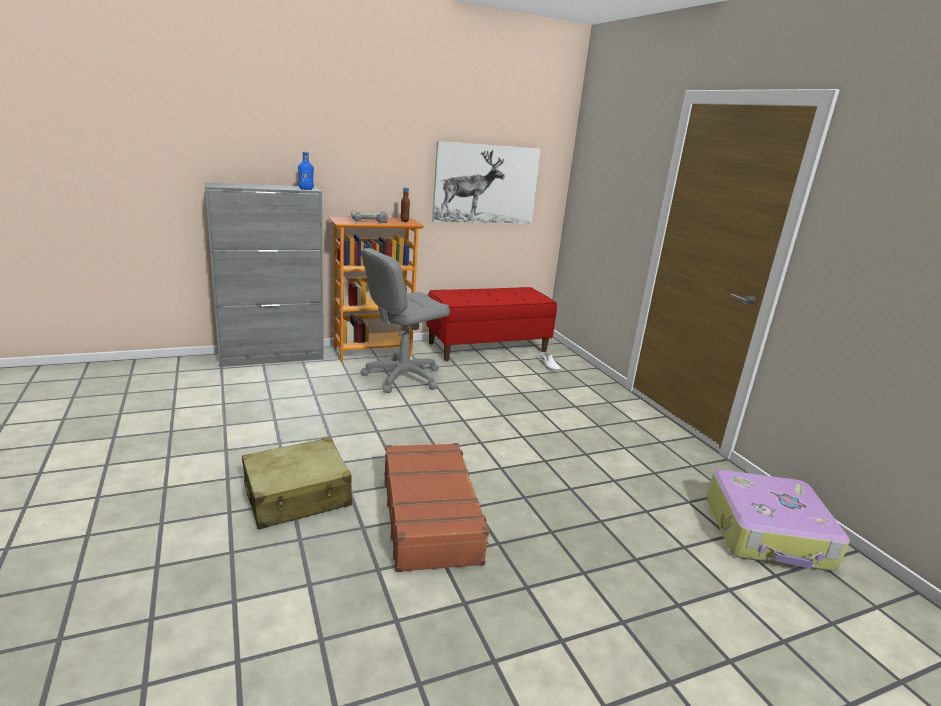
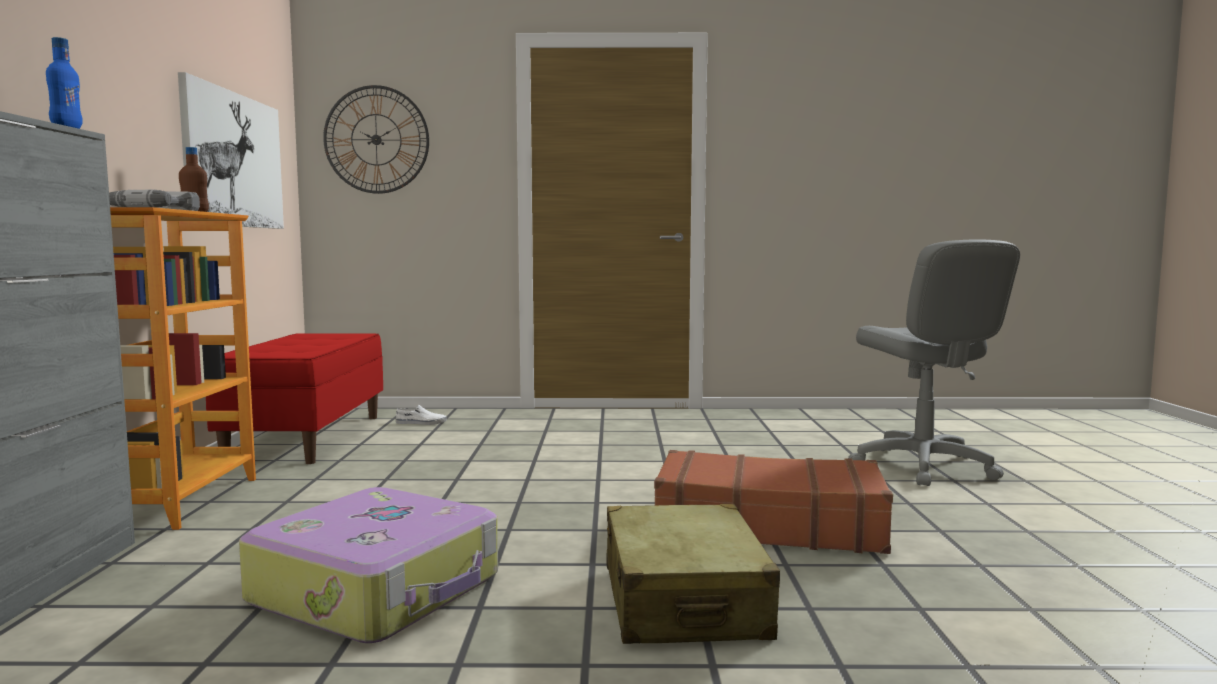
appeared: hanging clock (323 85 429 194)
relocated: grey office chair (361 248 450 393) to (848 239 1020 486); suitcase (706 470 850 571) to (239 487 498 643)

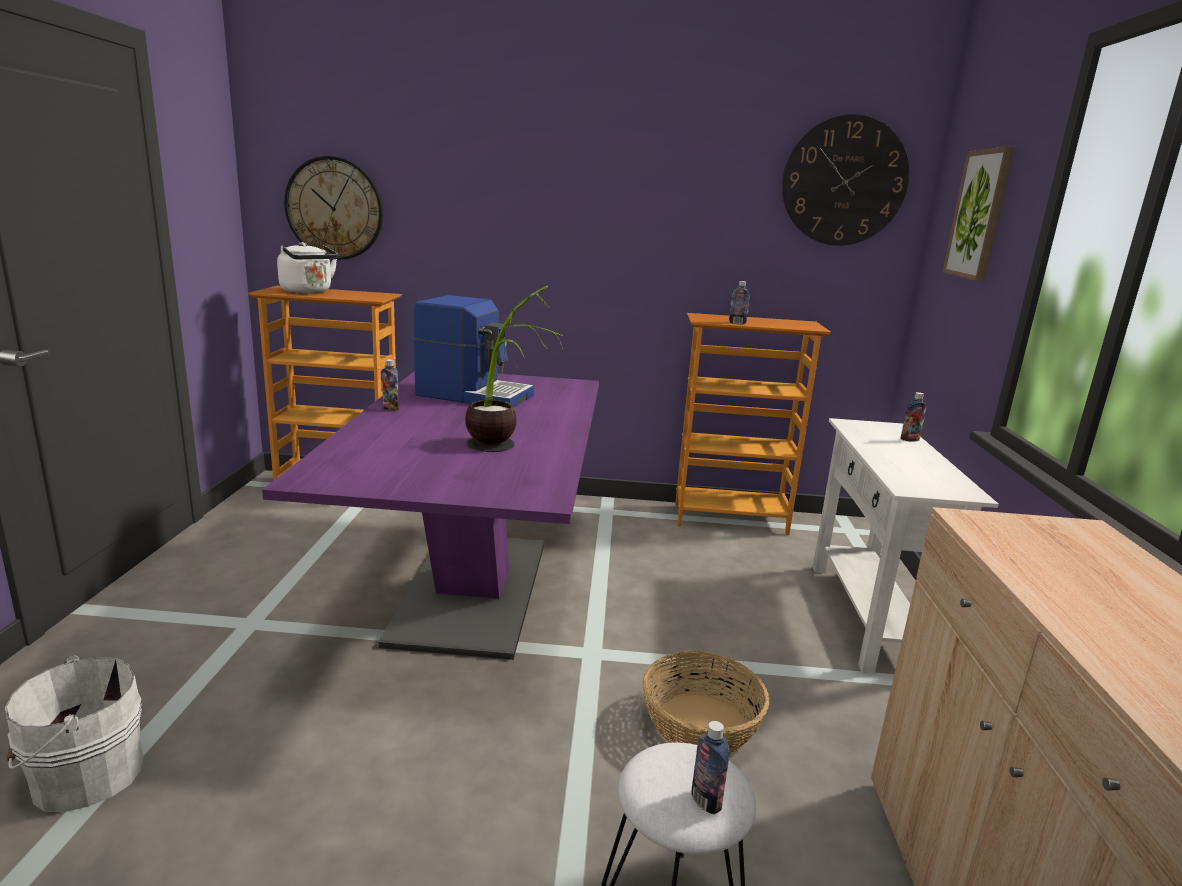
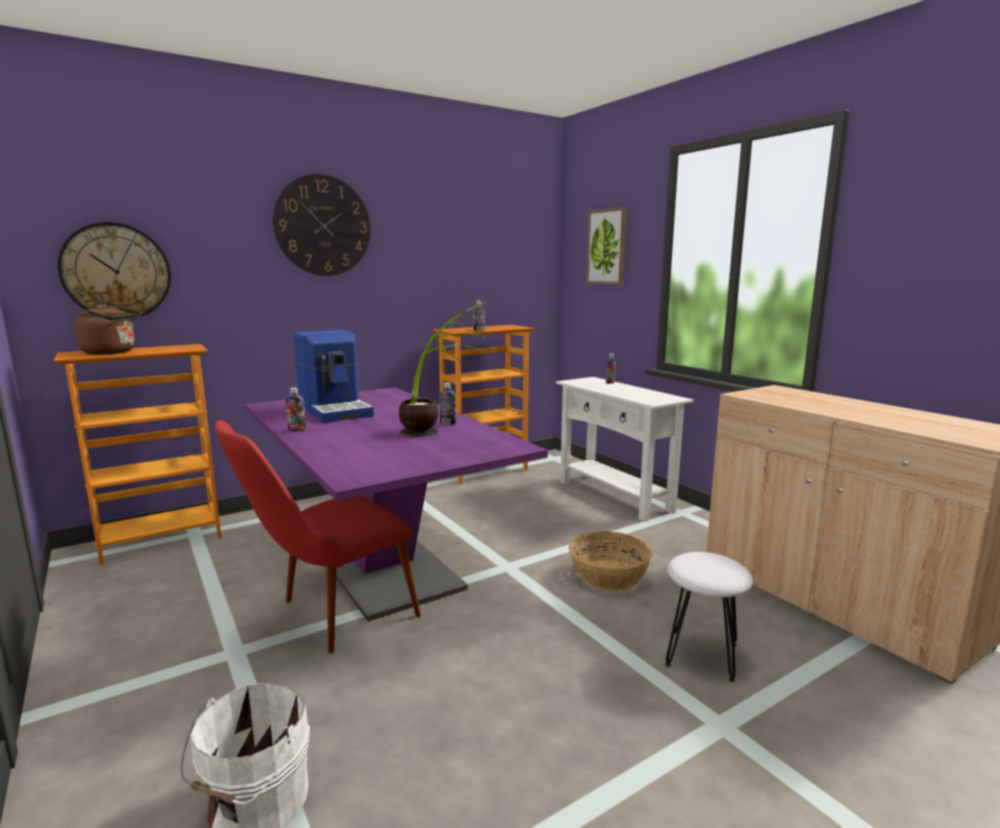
appeared: reddish upright chair (215 420 421 653)
relocated: bottle (691 721 729 814) to (439 383 456 425); hanging clock (782 114 909 246) to (273 174 371 276)
colour: white kettle (277 242 338 294) to brown-coloured kettle (75 305 142 355)
spun: coffee brewer (413 295 534 407) = (294 330 374 423) 75 degrees clockwise

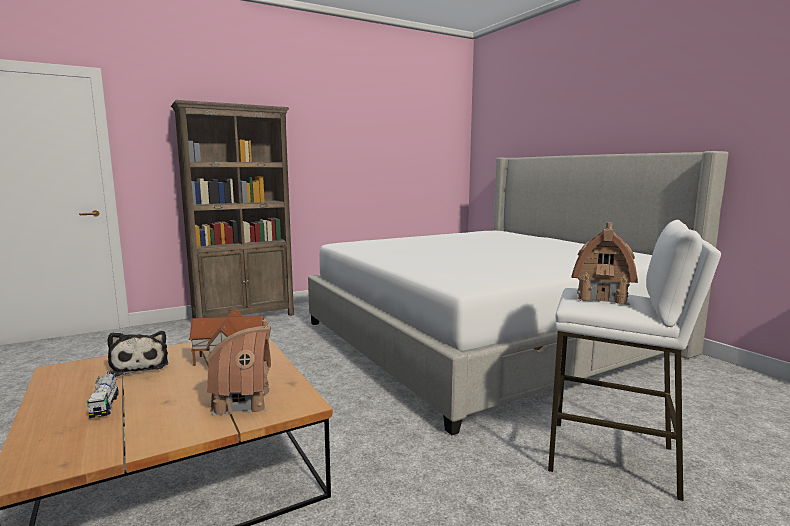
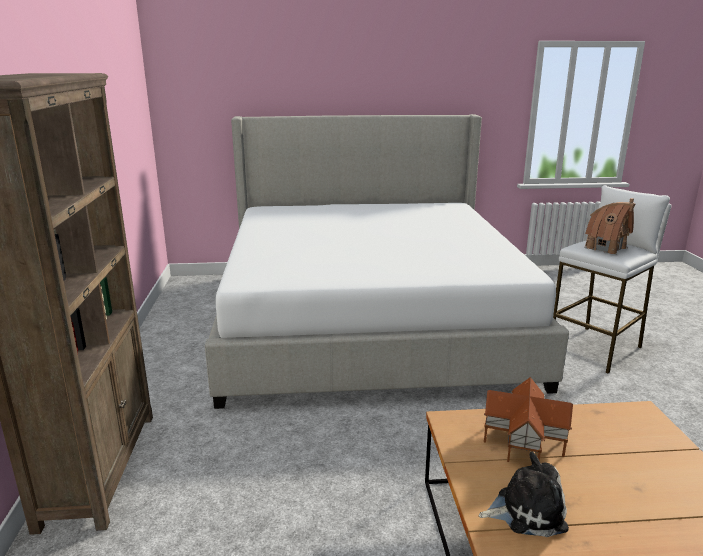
missing: toy lorry (87 372 119 418); model house (205 319 271 416)

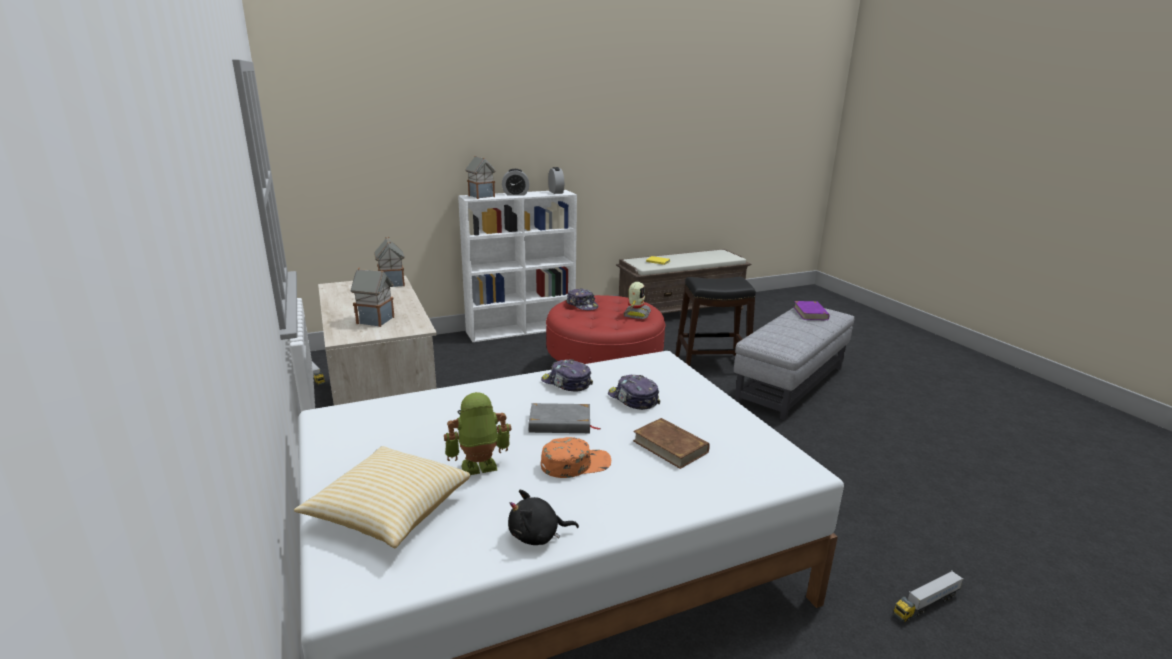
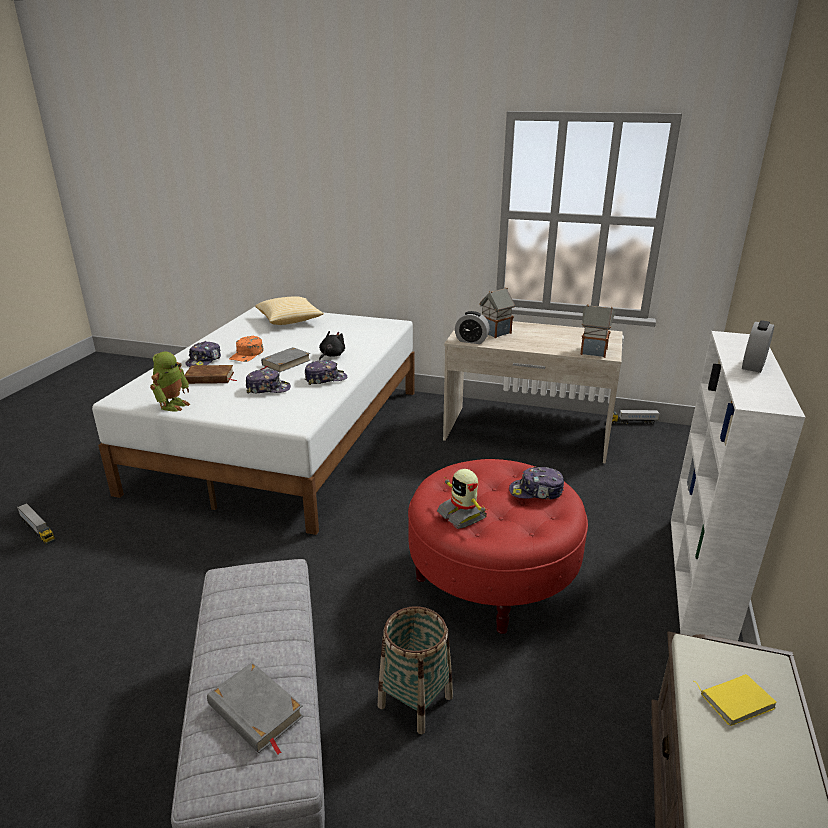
missing: model house (465 156 496 199)
appeared: baseball cap (185 341 221 367)
relocated: robot figure (444 392 511 475) to (150 352 190 411); black cuddly toy (508 490 579 545) to (319 331 345 360); table clock (548 167 564 194) to (455 311 490 344)
exchanged: black stool (675 277 756 366) to household basket (378 606 453 734)
colour: purple volume (794 301 829 320) to grey volume (207 662 304 755)
spun: toy lorry (893 570 963 622) = (17 503 55 545) 120 degrees clockwise

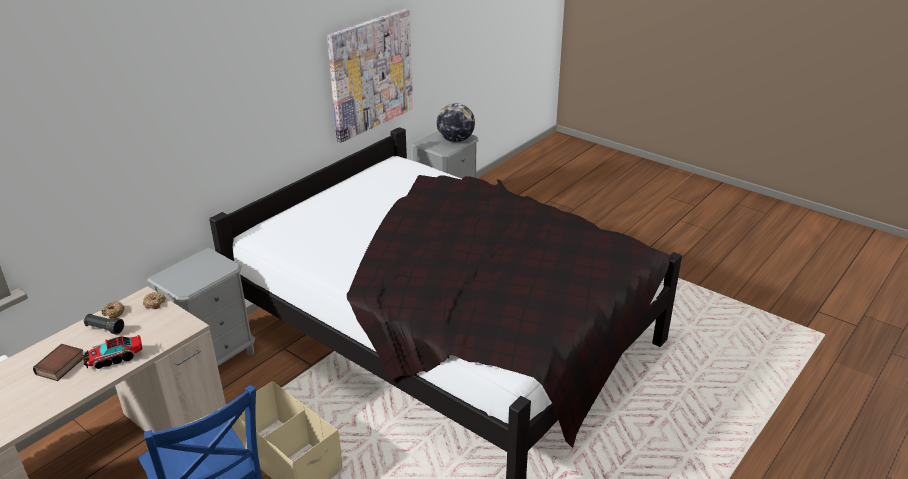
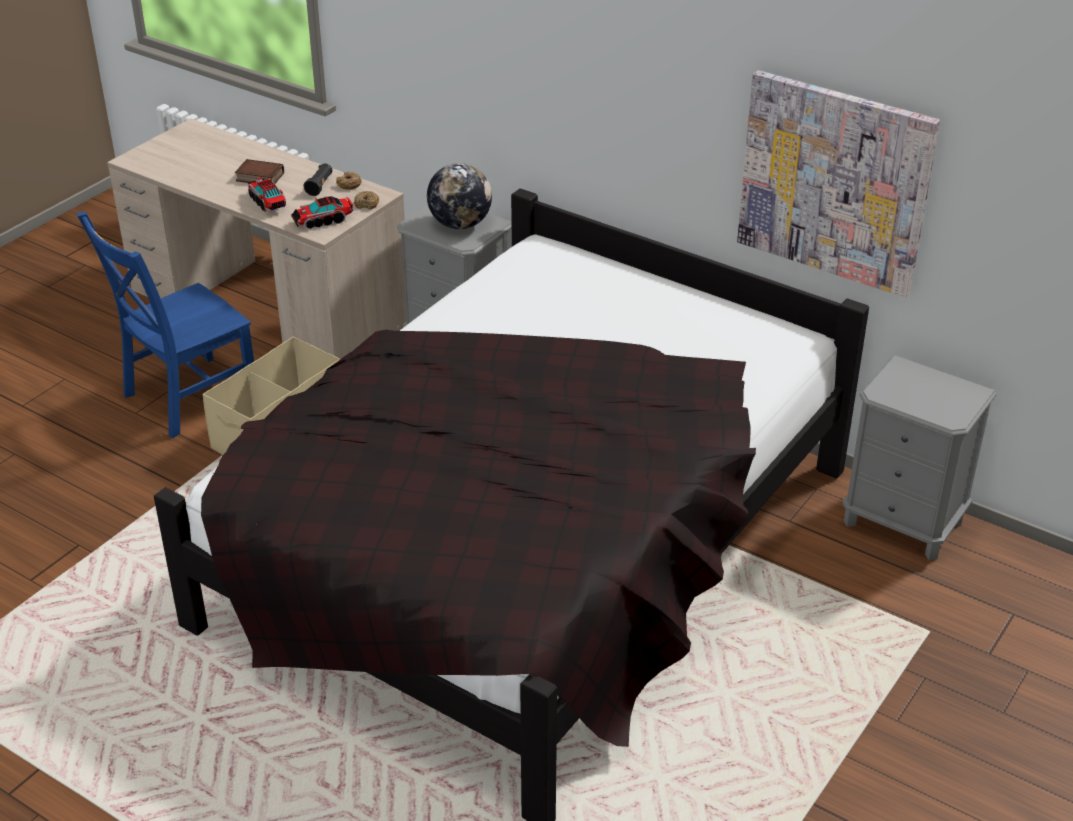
appeared: toy lorry (291 196 354 229)
relocated: desk globe (437 103 475 142) to (427 163 492 229)

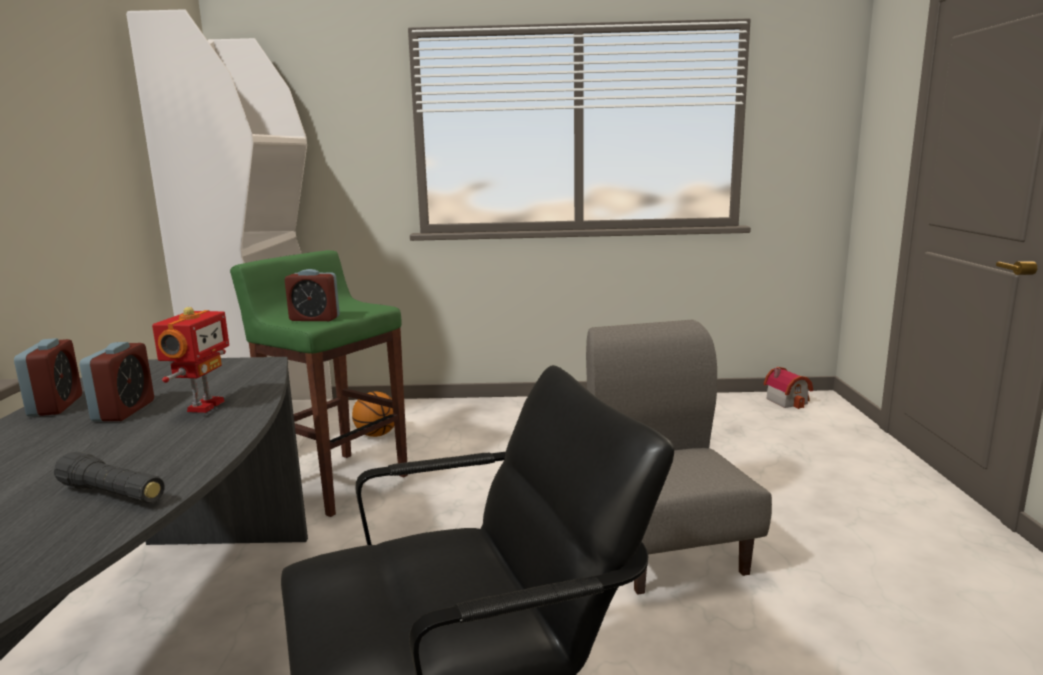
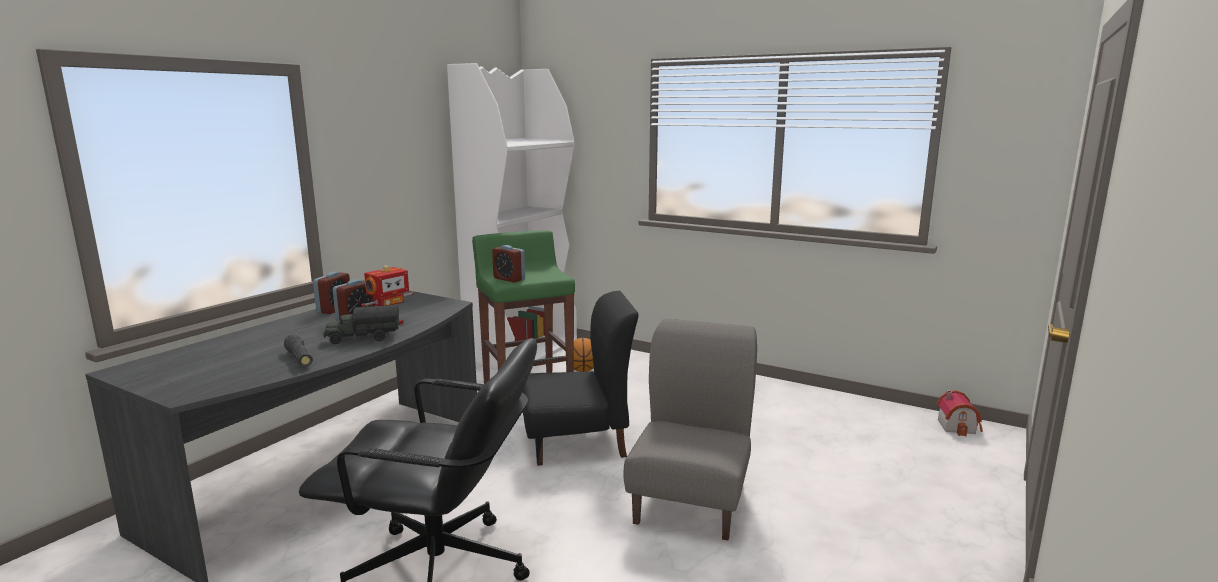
appeared: toy lorry (323 304 399 344); black upright chair (522 291 639 466)

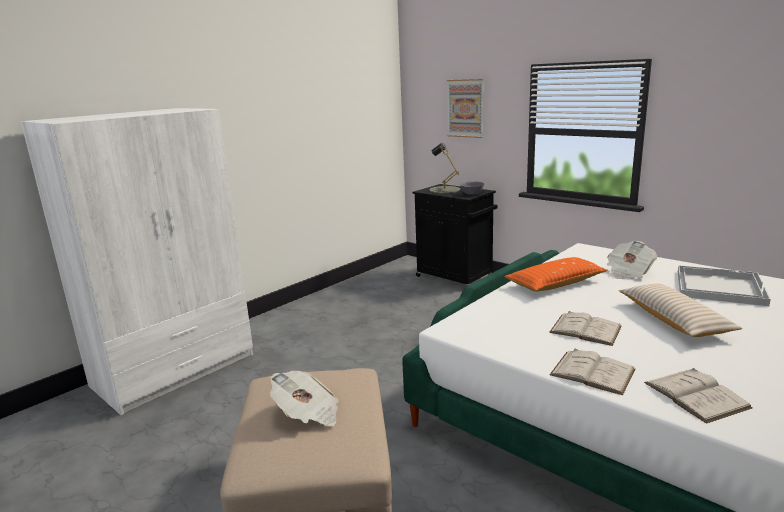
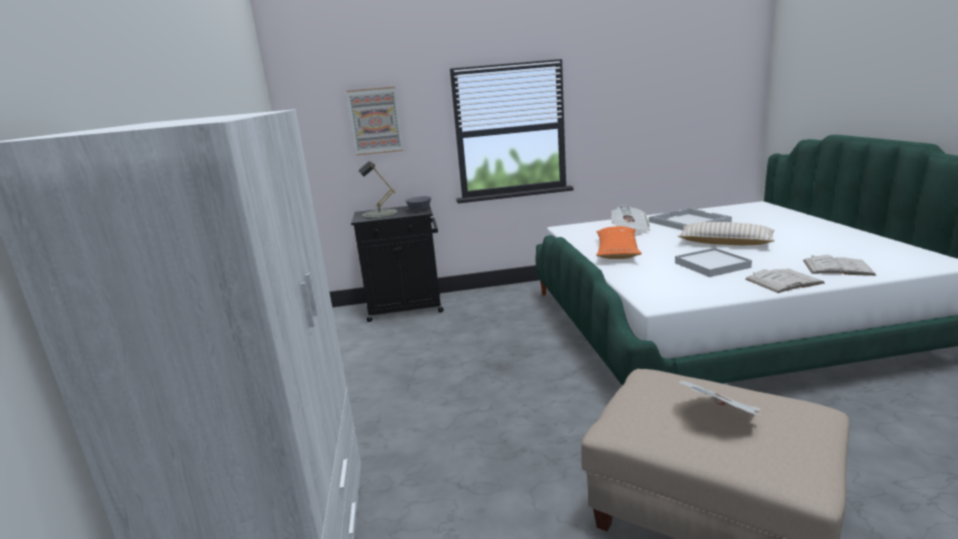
exchanged: white volume (549 311 622 346) to white carrying tray (675 248 752 277)

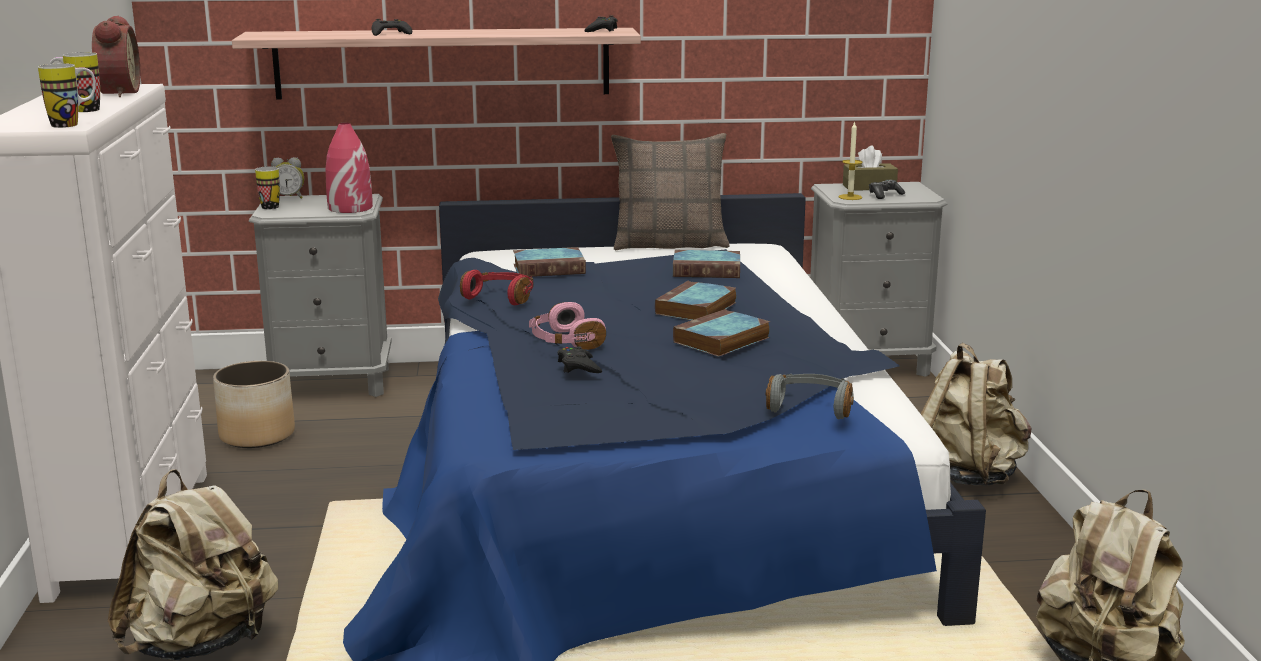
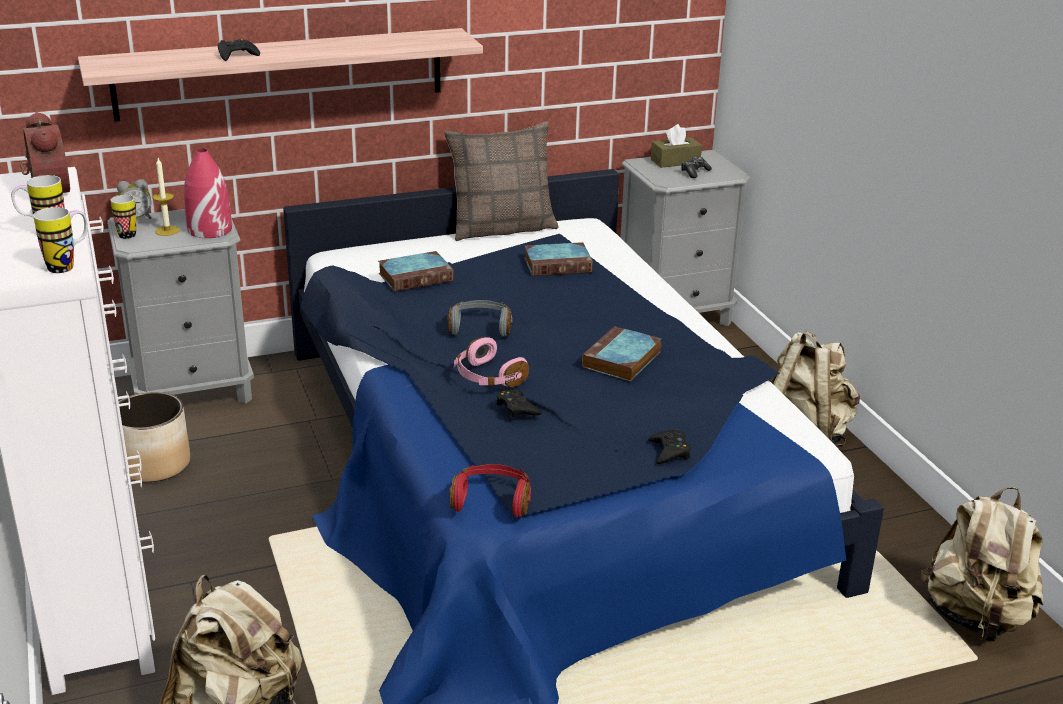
missing: volume (655 281 736 320)
relocated: reddish headphones (460 270 534 305) to (449 464 531 518); black game controller (584 15 618 32) to (648 429 691 464); grey headphones (766 374 854 419) to (447 300 513 337); wax candle (839 121 862 200) to (152 158 180 236)

